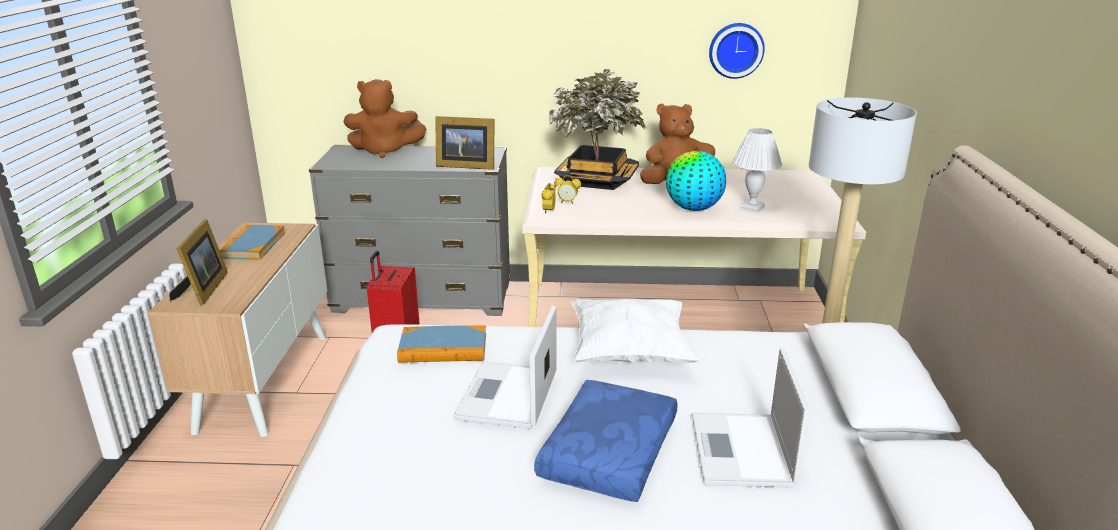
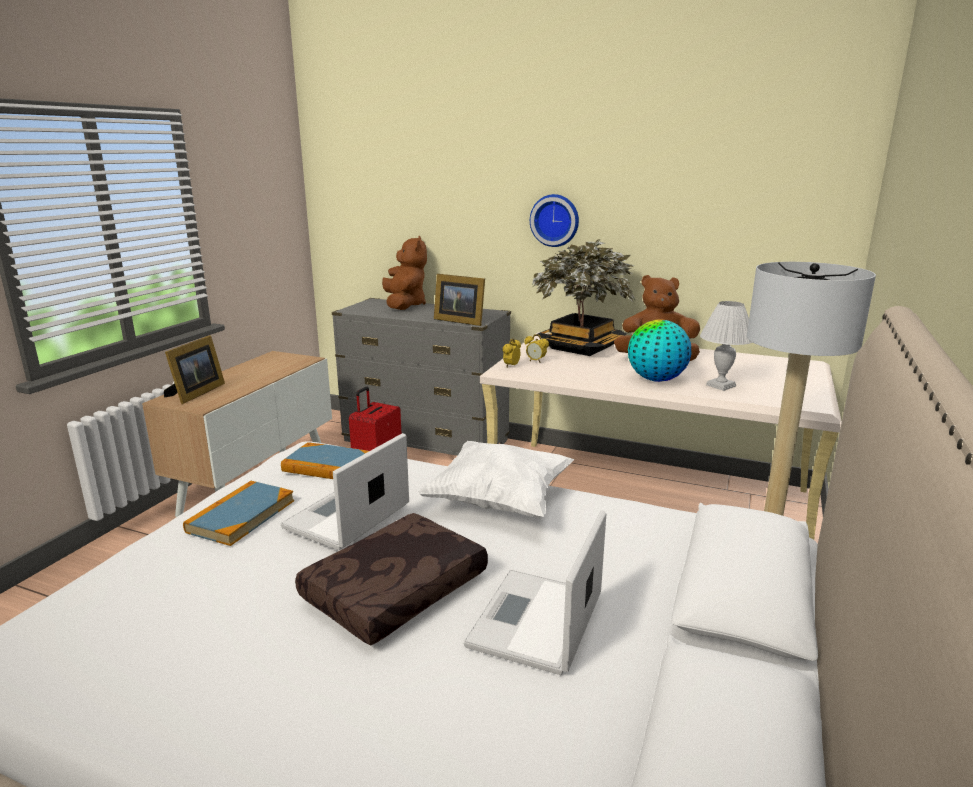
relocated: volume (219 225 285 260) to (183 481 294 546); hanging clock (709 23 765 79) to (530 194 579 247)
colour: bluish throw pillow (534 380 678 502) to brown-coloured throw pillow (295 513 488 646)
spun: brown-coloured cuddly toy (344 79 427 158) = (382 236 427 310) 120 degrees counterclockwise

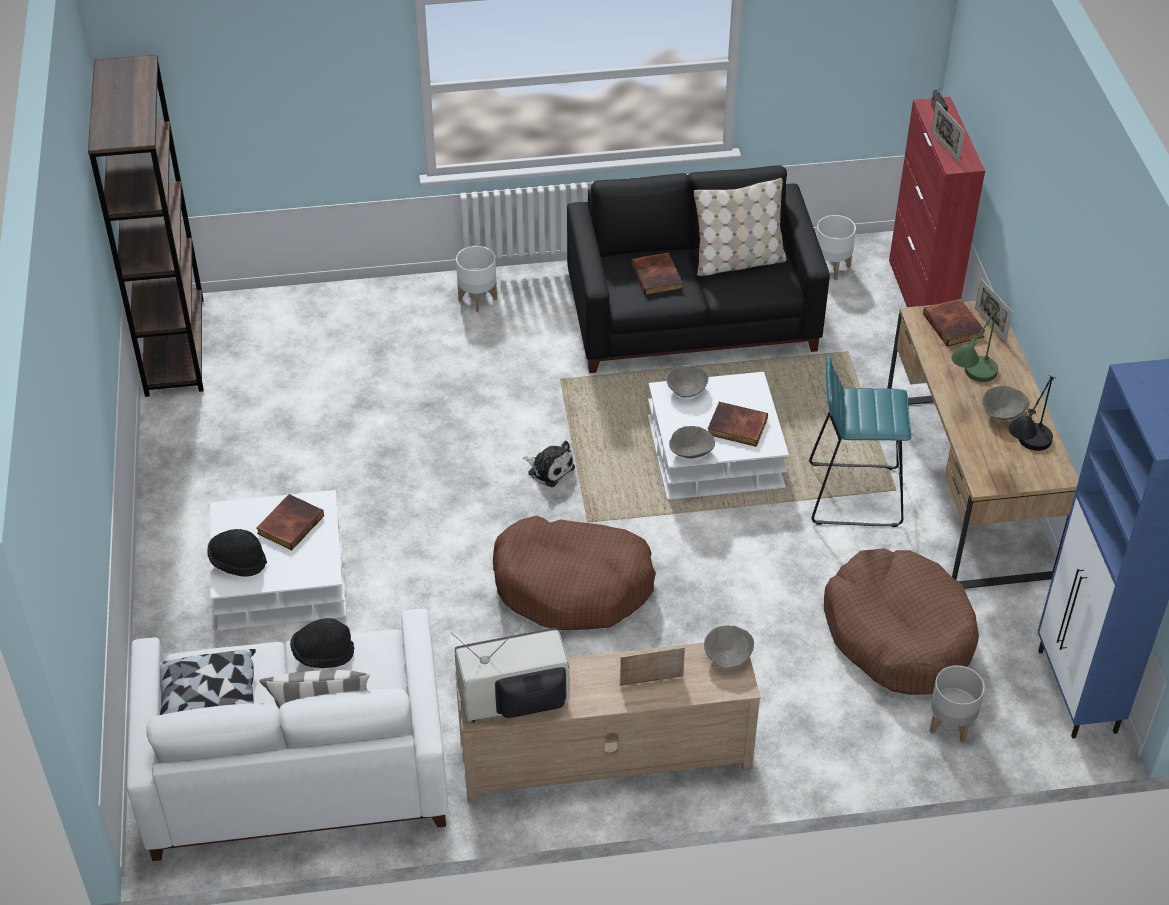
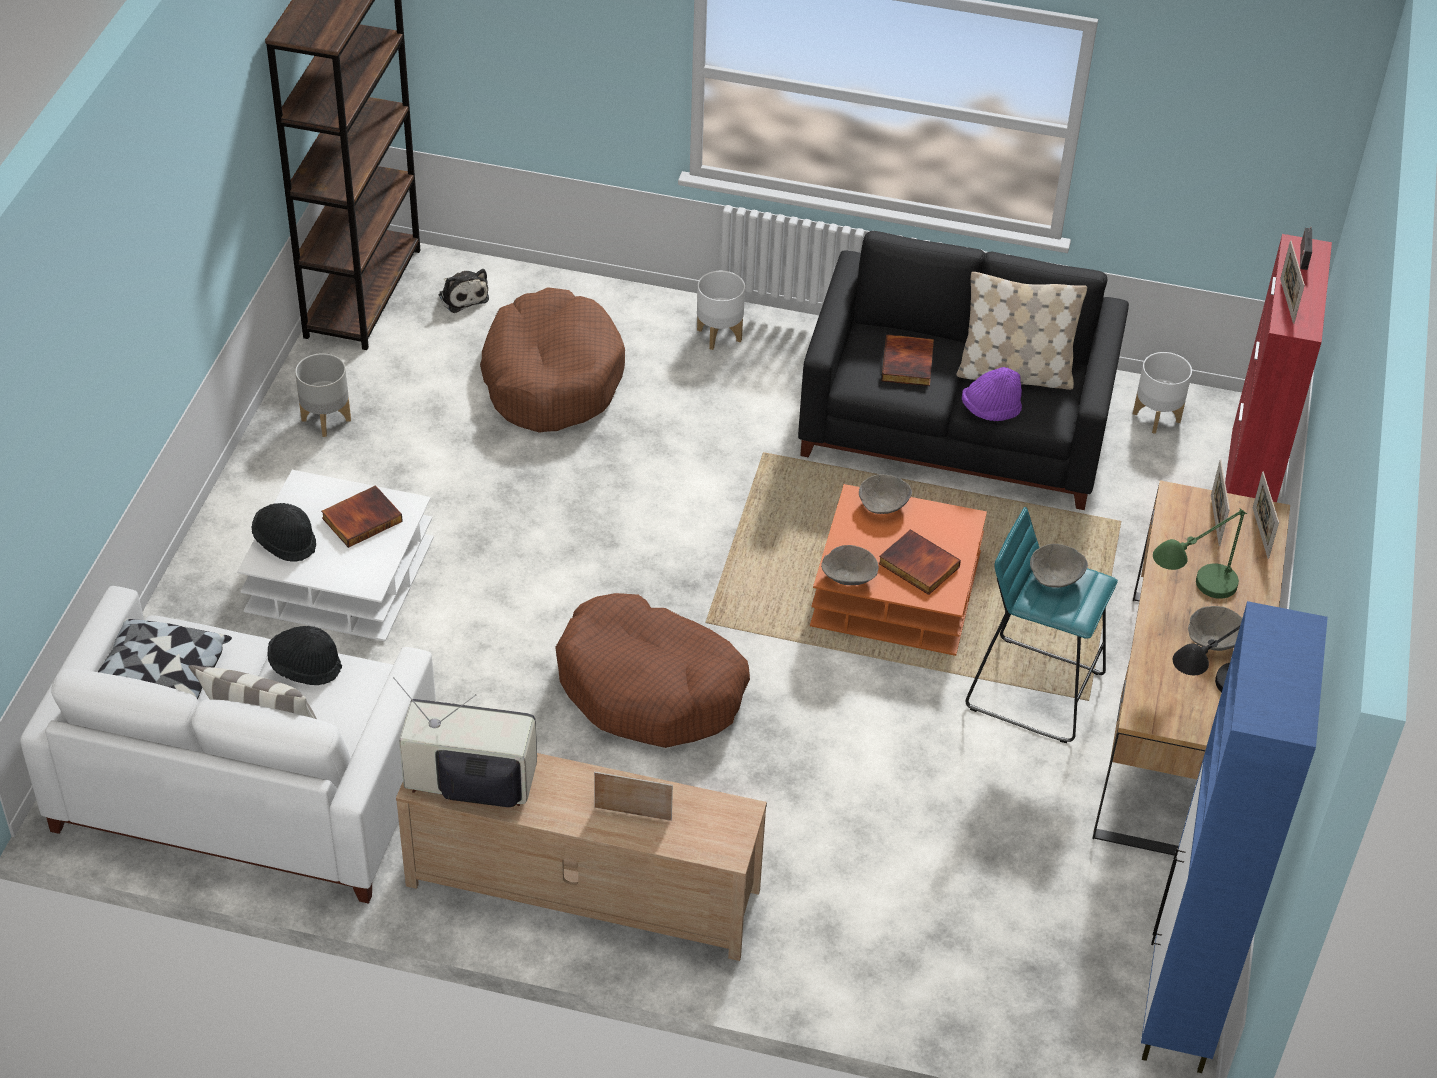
appeared: purple clothing hat (962 367 1022 421)
relocated: cuddly toy (523 441 575 487) to (439 269 489 313); grey deep dish (704 626 754 668) to (1030 544 1088 588); brown-coloured pet bed (824 548 979 695) to (480 287 625 433); grey flower pot (930 665 985 743) to (295 353 351 437)
exchanged: volume (923 298 985 346) to standing frame (1211 459 1230 546)
colour: white coffee table (648 372 789 500) to orangey coffee table (810 484 987 656)

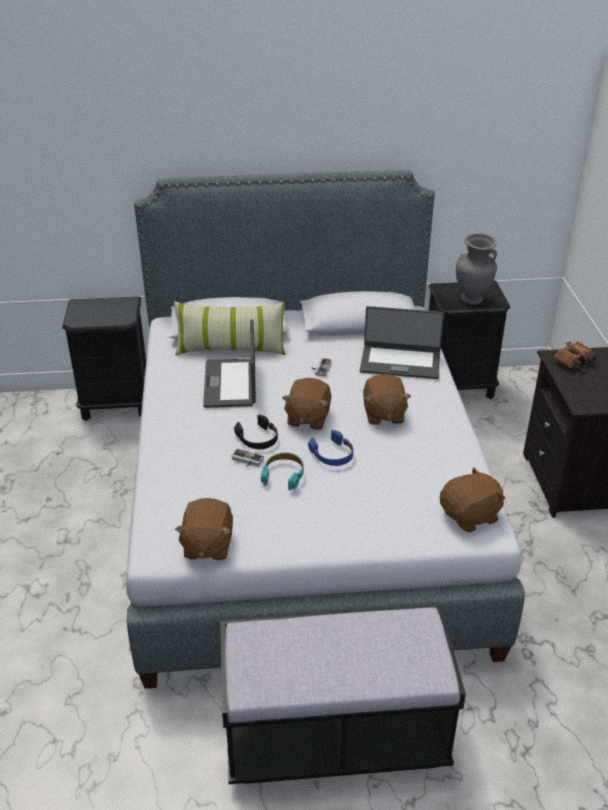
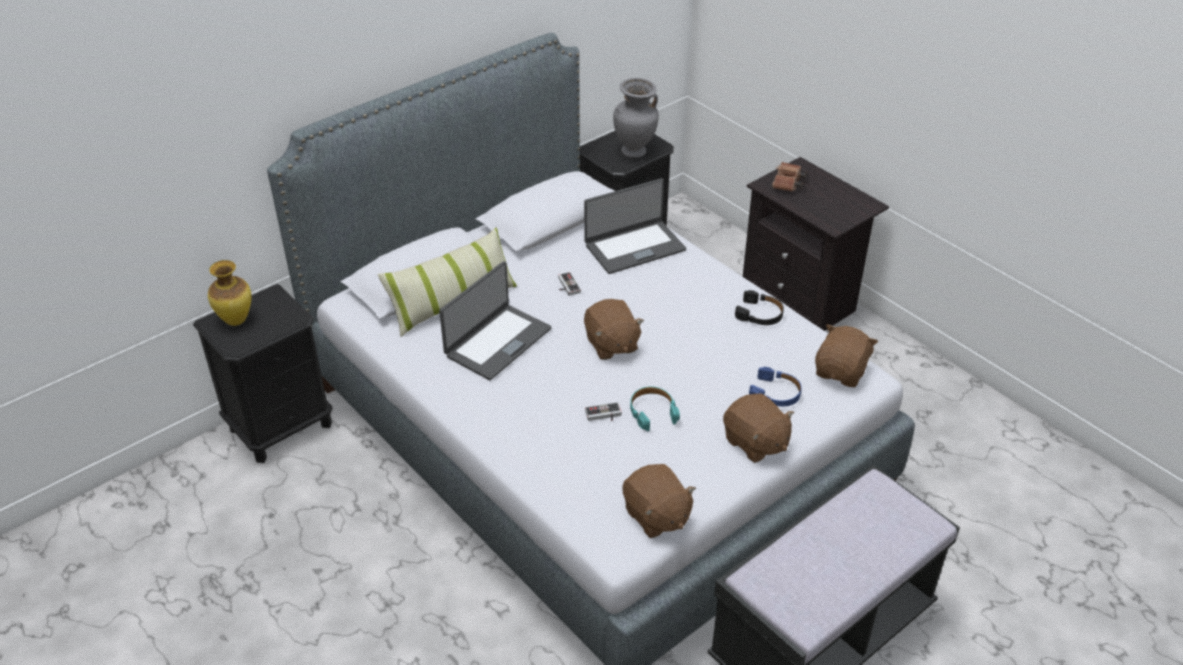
appeared: decorative vase (208 260 251 326)
relocated: black headphones (234 415 278 449) to (735 290 784 325); bluish headphones (308 430 353 466) to (749 367 802 406); brown-coloured cuddly toy (363 374 411 425) to (723 393 794 463)
spun: portable computer (203 320 256 408) = (439 261 551 380) 105 degrees counterclockwise

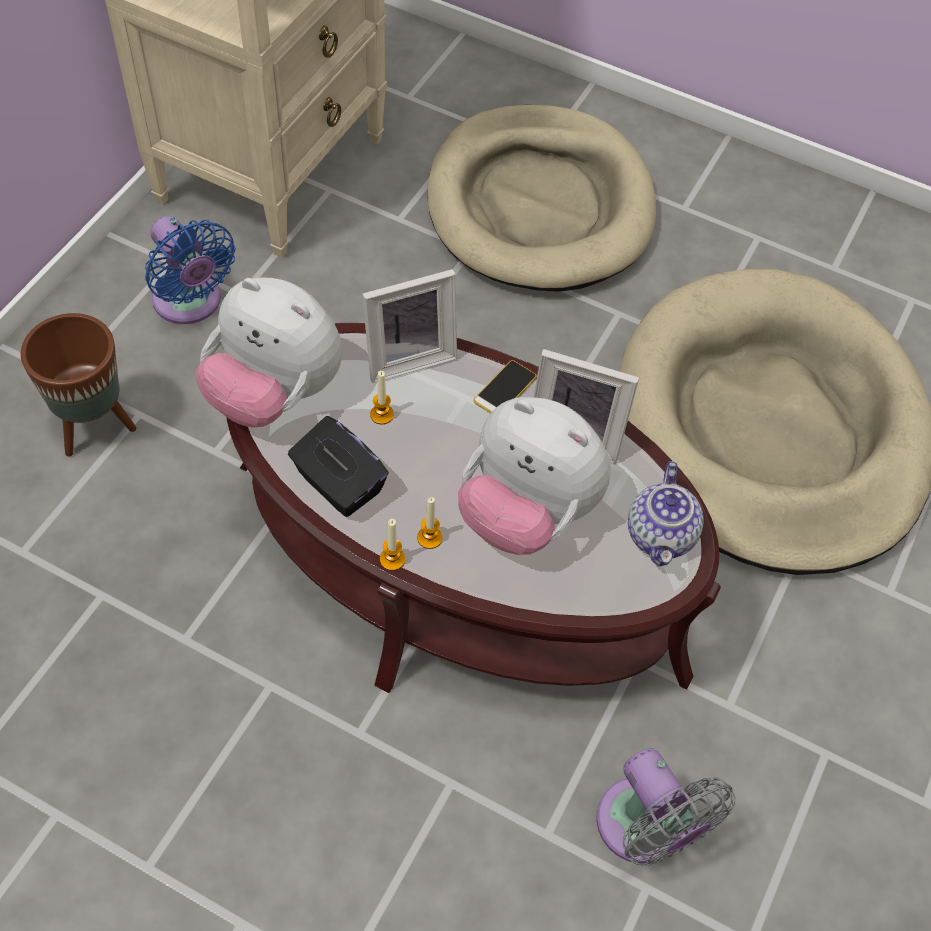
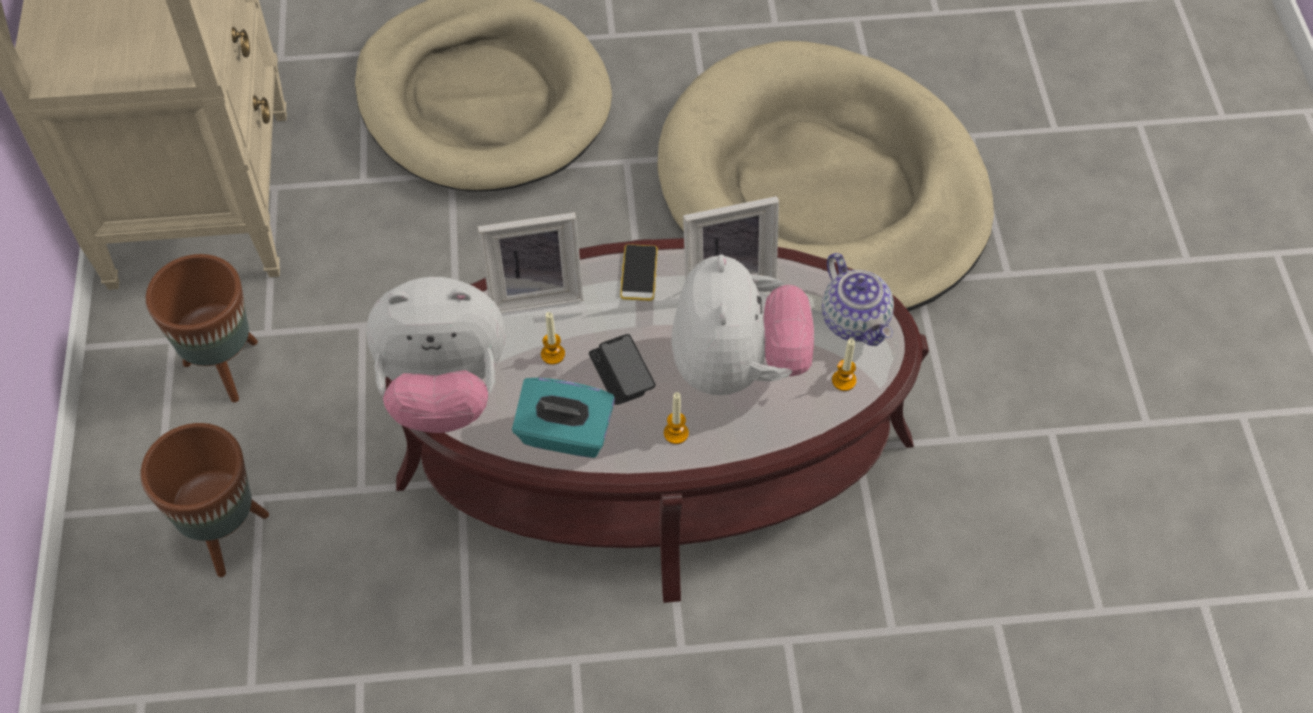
missing: grey fan (596 748 735 866)
appeared: handset (589 334 656 405)
relocated: wax candle (380 519 405 571) to (832 338 857 391)
exchanged: bluish fan (145 216 235 324) to brown-coloured flower pot (146 254 258 402)
colour: black box of tissues (288 416 389 517) to turquoise-coloured box of tissues (512 378 615 458)
spun: standing frame (362 269 457 383) = (478 212 583 313) 45 degrees clockwise; cuddly toy (458 397 611 555) = (671 254 814 395) 90 degrees counterclockwise

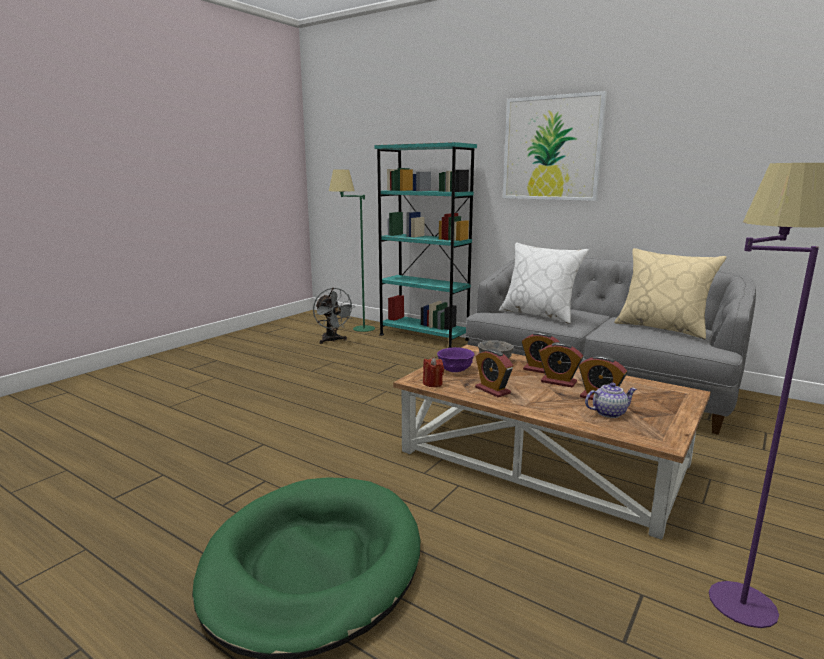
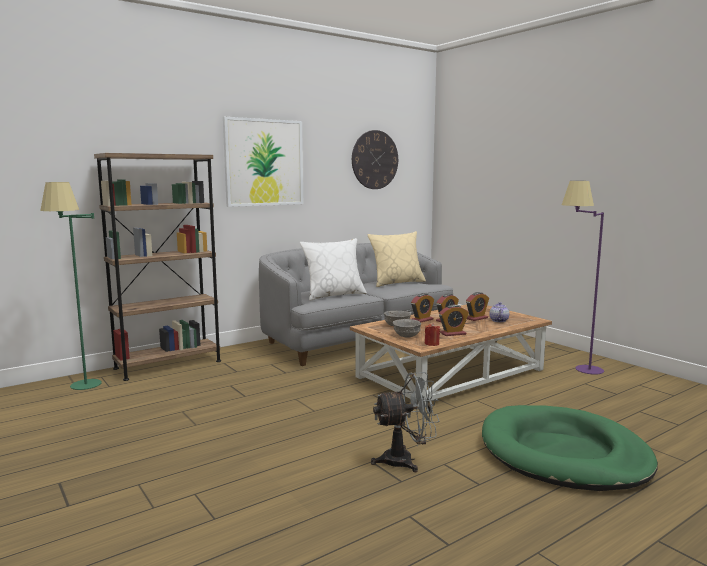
appeared: hanging clock (352 130 398 189)
relocated: grey fan (313 288 355 344) to (371 372 439 472)
colour: turquoise-coloured bookshelf (375 142 477 348) to brown-coloured bookshelf (94 153 221 381); purple deep dish (437 347 475 372) to grey deep dish (393 319 421 338)

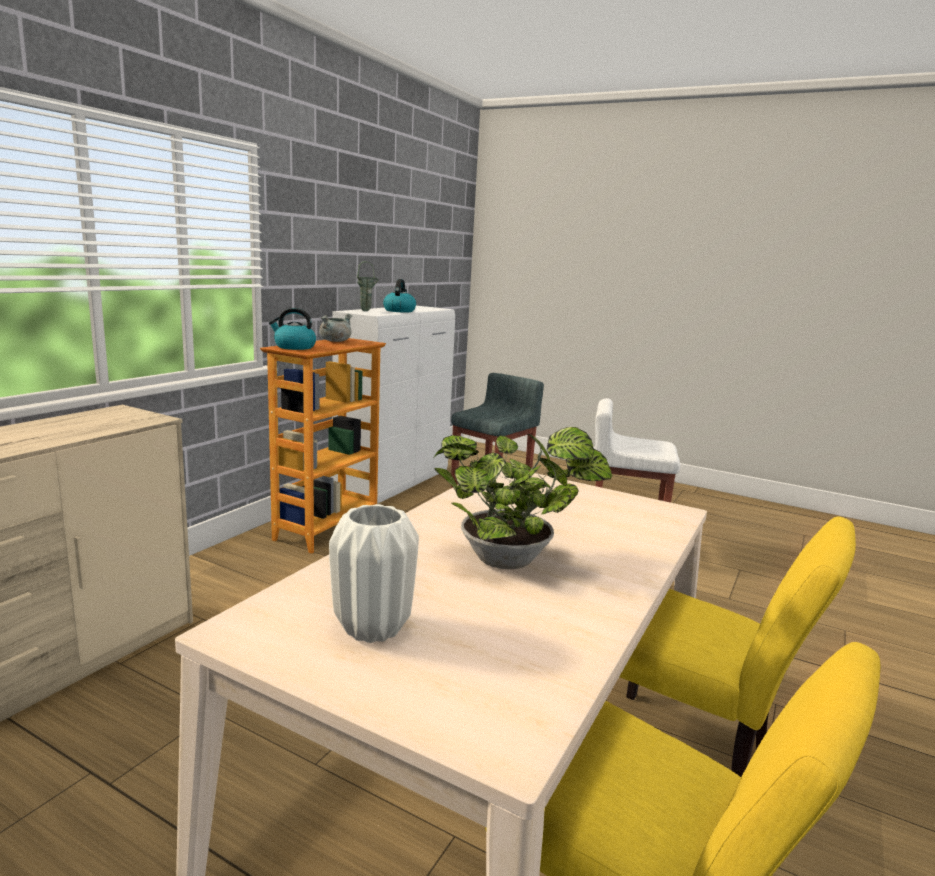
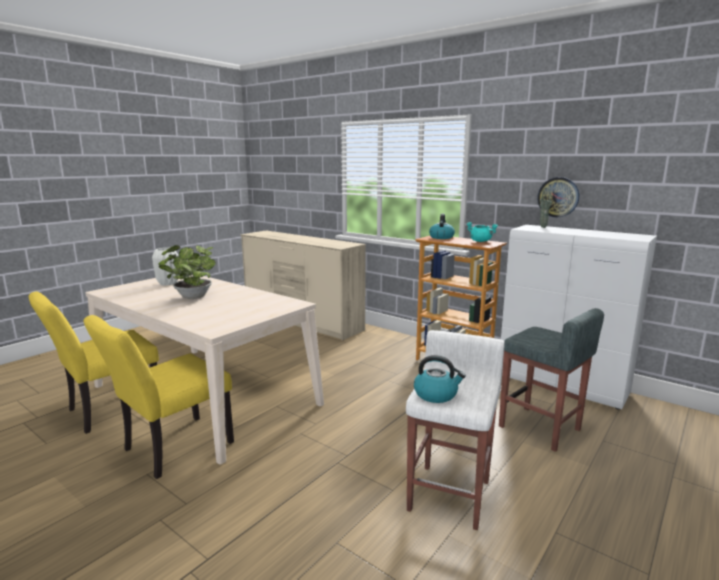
appeared: hanging clock (537 177 579 218)
relocated: kettle (383 279 416 312) to (414 355 466 403)
colour: grey stockpot (319 314 352 342) to turquoise-coloured stockpot (466 222 498 242)

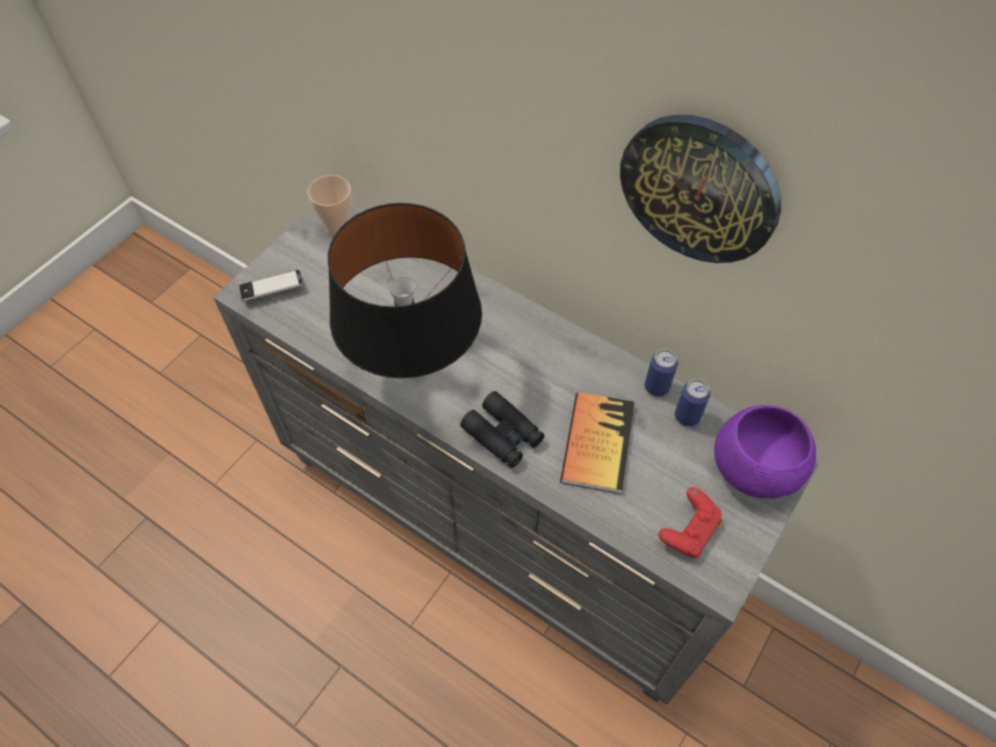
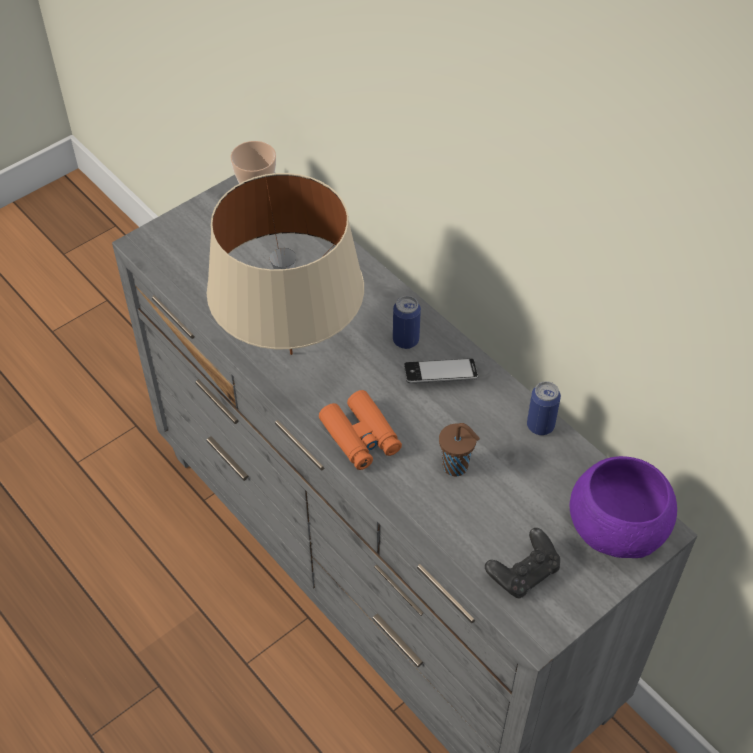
missing: hanging clock (620 115 781 263)
relocated: handset (239 270 303 301) to (404 358 478 383); metal can (675 379 710 426) to (393 296 421 349)
exchanged: volume (560 392 634 494) to brown-coloured small cup (439 423 480 476)
colour: black table lamp (328 203 482 378) to beige table lamp (207 173 364 355); black binoculars (460 391 544 468) to orangey binoculars (319 390 402 470); reddish game controller (658 487 722 558) to black game controller (485 528 560 599)

